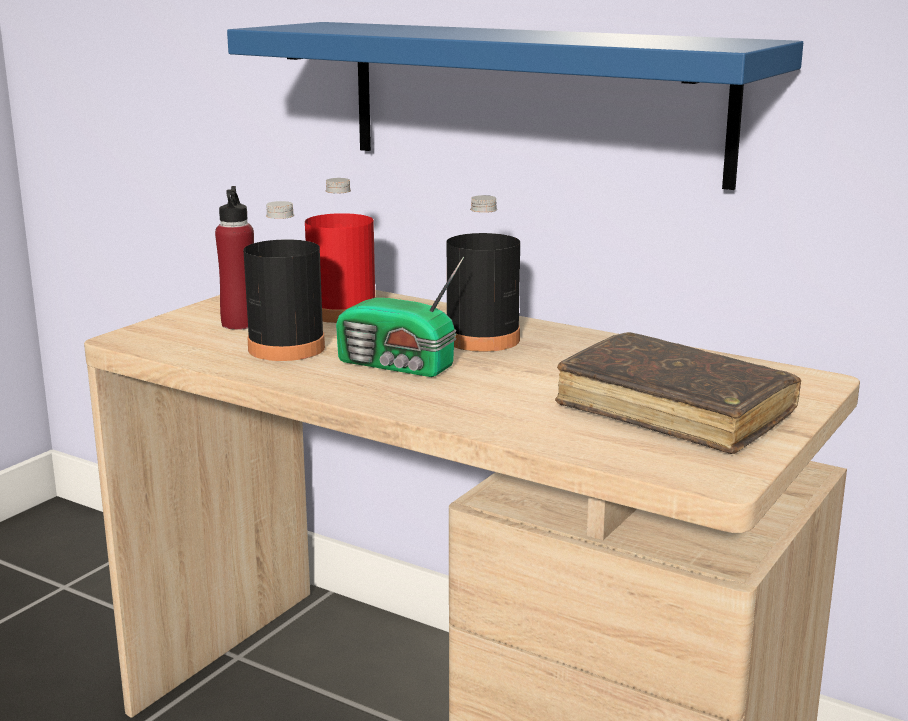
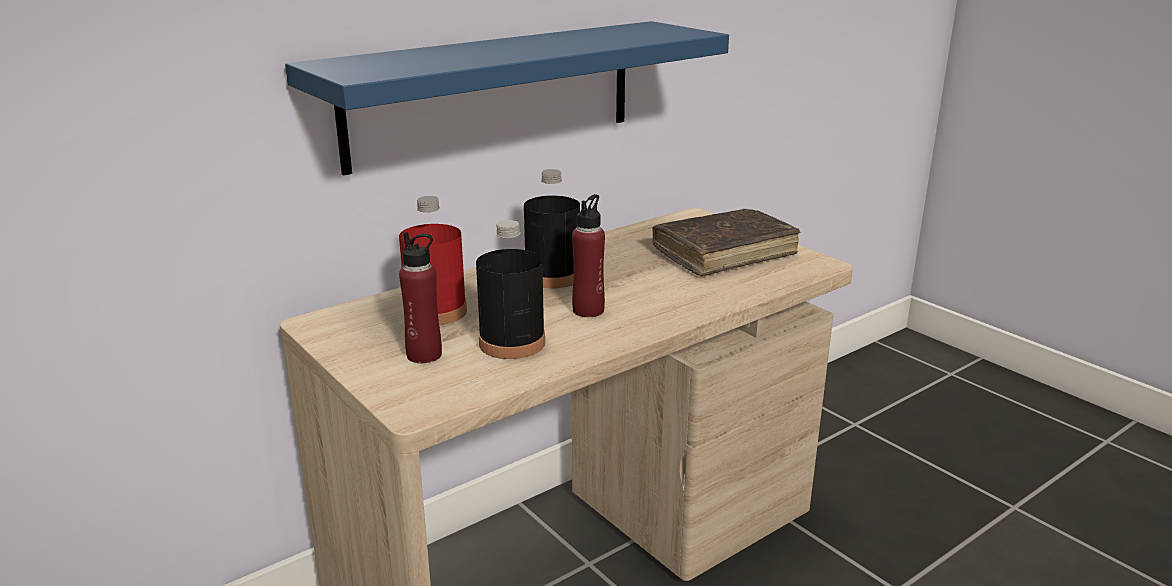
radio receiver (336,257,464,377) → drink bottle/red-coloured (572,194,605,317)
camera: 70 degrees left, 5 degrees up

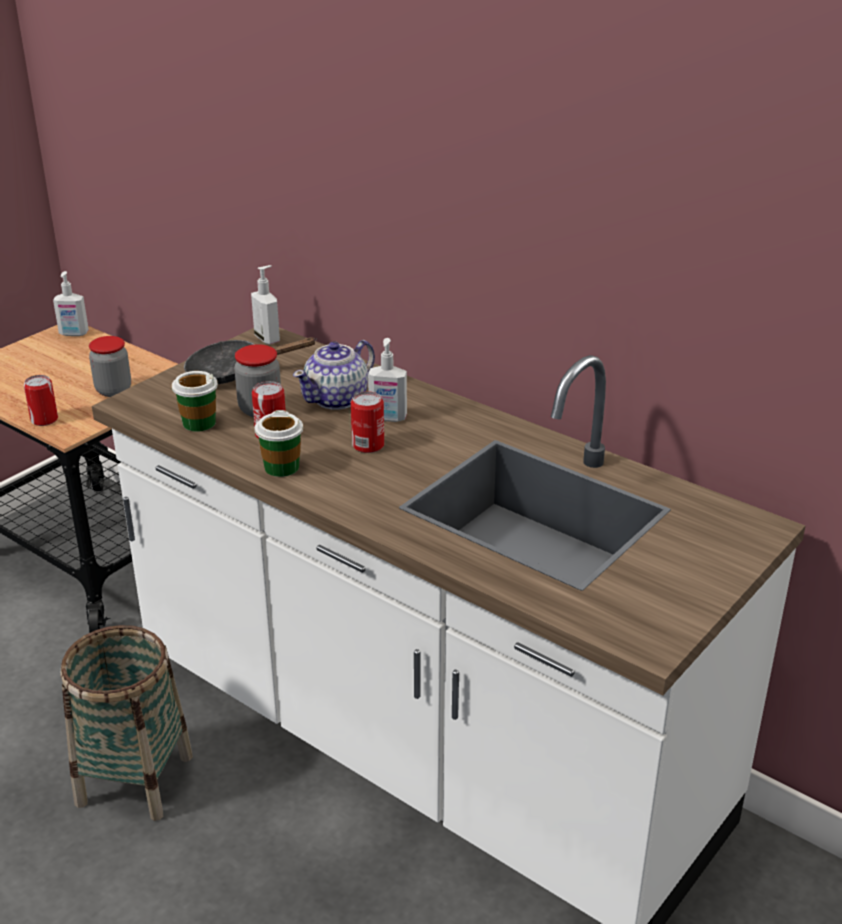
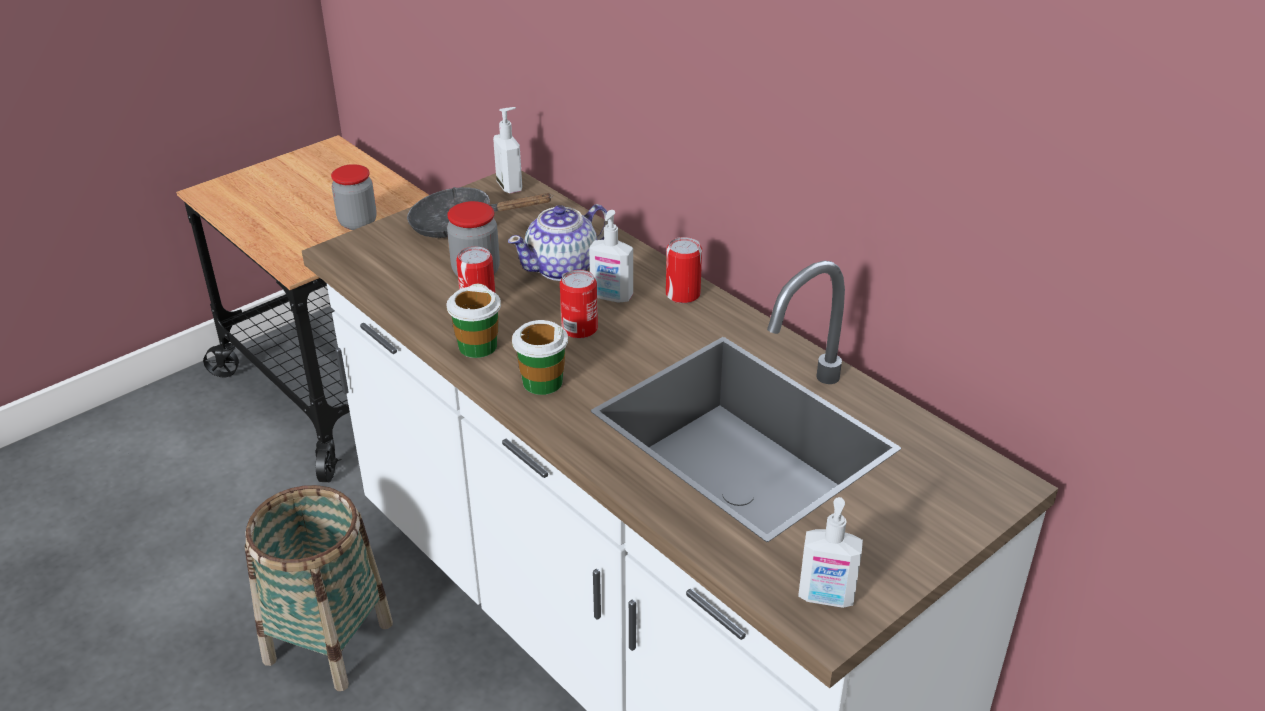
liquid soap bottle (53,271,89,336) → liquid soap bottle (798,497,863,608), moved
small cup (171,371,218,432) → small cup (512,320,568,395), moved
metal can (24,375,58,426) → metal can (666,237,702,304), moved
camera: 10 degrees right, 5 degrees up

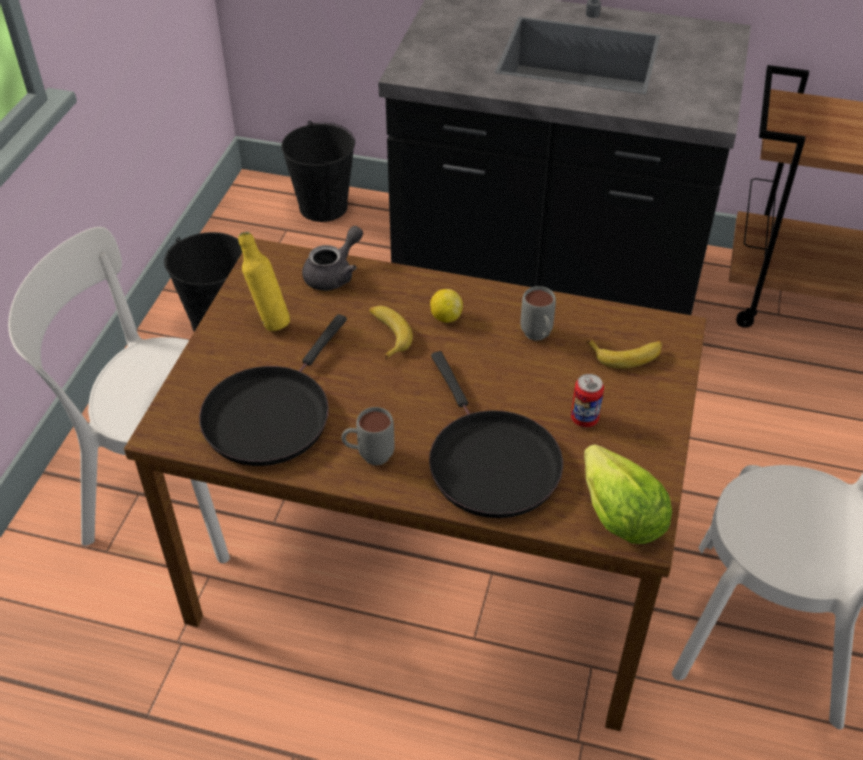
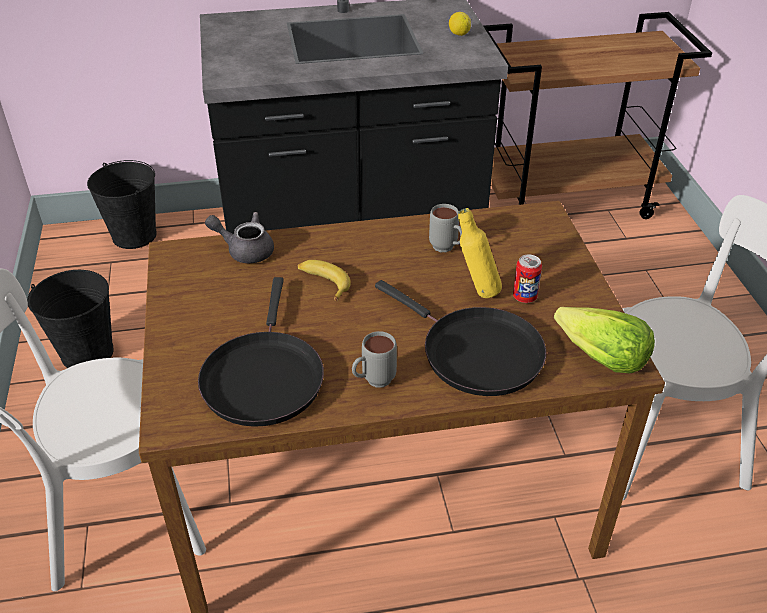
pot for tea/greyish (302,226,363,291) → pot for tea/greyish (205,212,274,263), 90 degrees counterclockwise
drink bottle/yellow-coloured (238,232,290,331) → drink bottle/yellow-coloured (458,208,502,298), moved
citrus fruit (430,289,463,323) → citrus fruit (449,12,471,36), moved
banana fruit (586,340,663,369) → -
camera: 25 degrees left, 5 degrees down

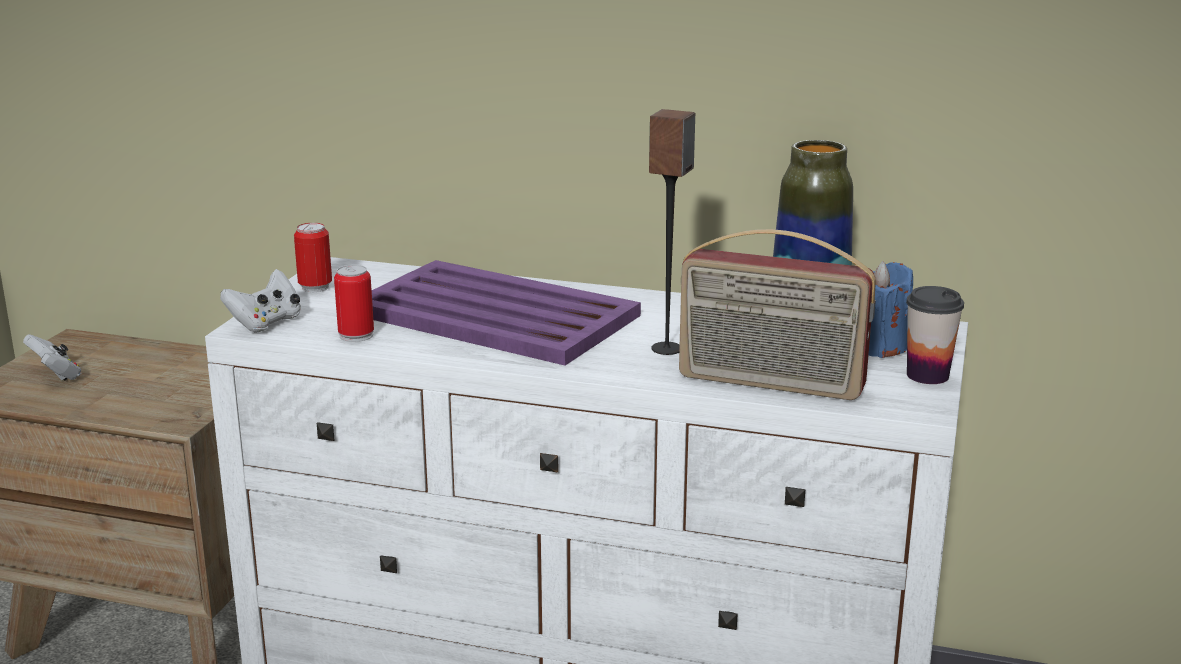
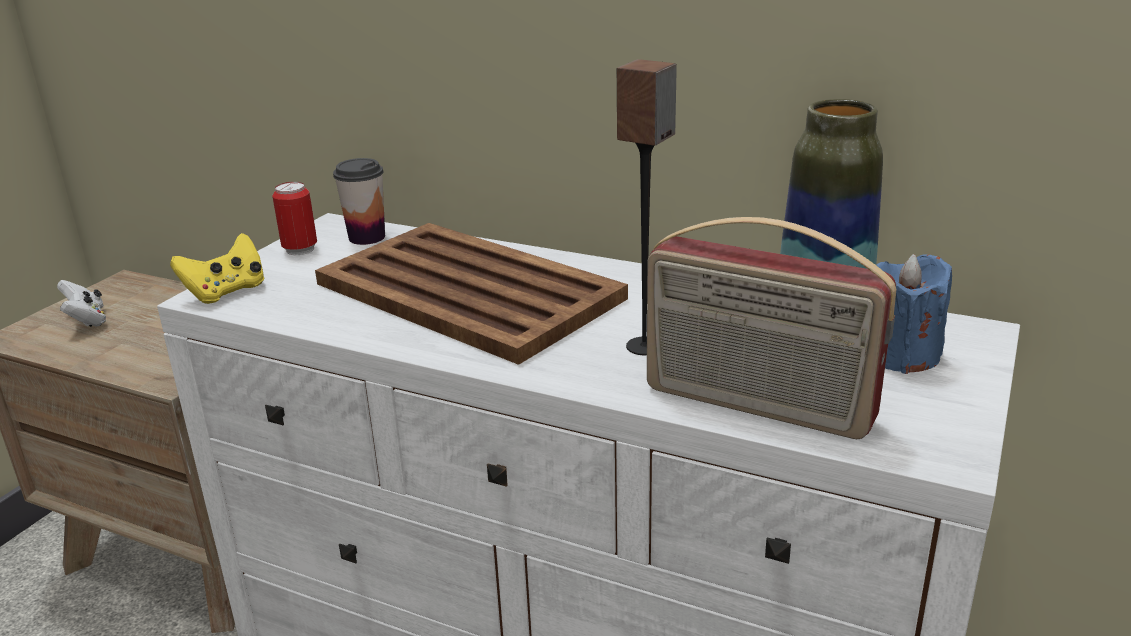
serving tray/purple-coloured (372,260,641,365) → serving tray/brown-coloured (315,223,628,365)
metal can (334,265,374,342) → -
gamepad/whitish (220,269,301,333) → gamepad/yellow-coloured (170,233,265,304)
small cup (906,286,964,384) → small cup (333,158,385,245), moved
camera: 10 degrees right, 5 degrees up

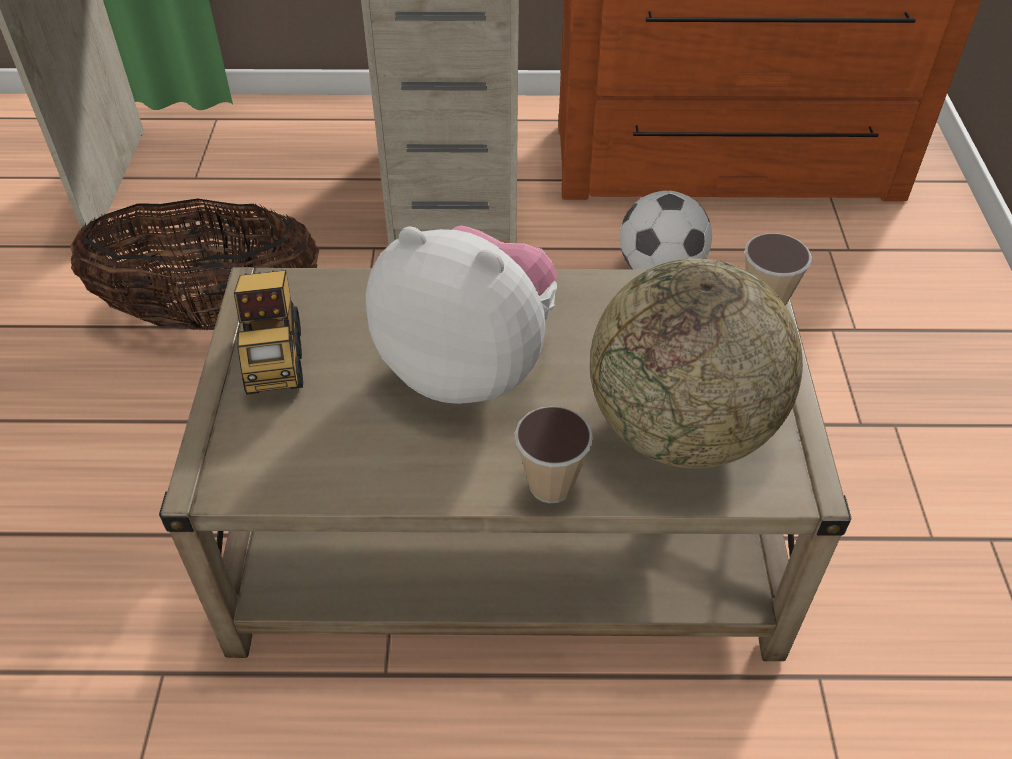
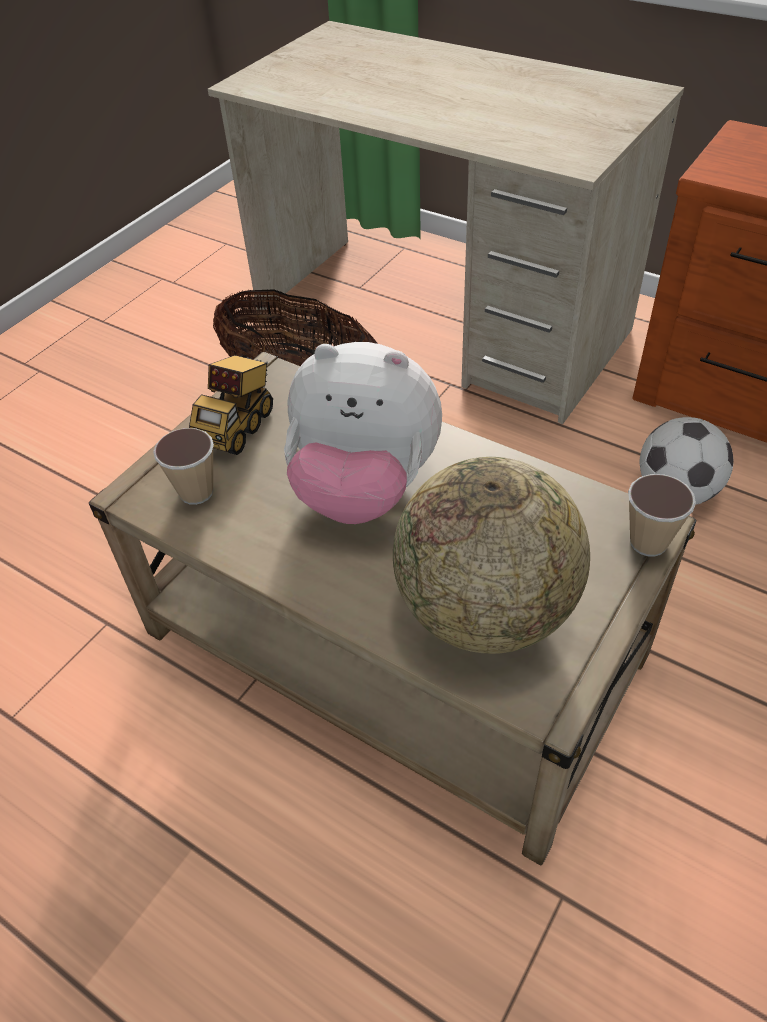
cuddly toy (366,225,558,404) → cuddly toy (284,342,442,524), 135 degrees clockwise
small cup (515,406,593,503) → small cup (153,428,214,505), moved
camera: 35 degrees right, 0 degrees up

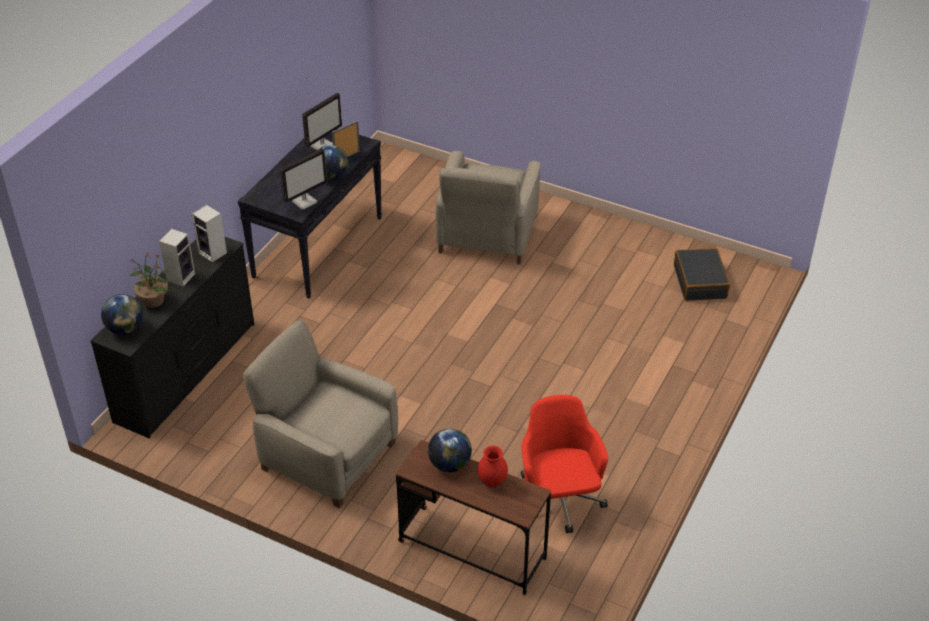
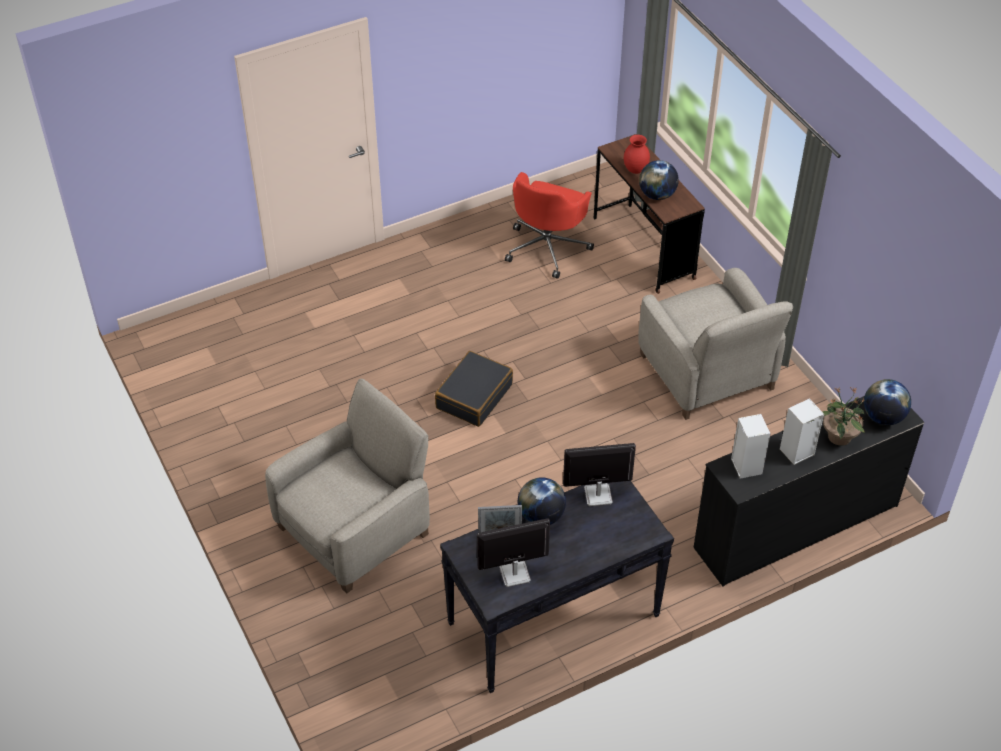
suitcase/black (674,248,730,301) → suitcase/black (435,351,513,427), moved
camera: 145 degrees left, 5 degrees up

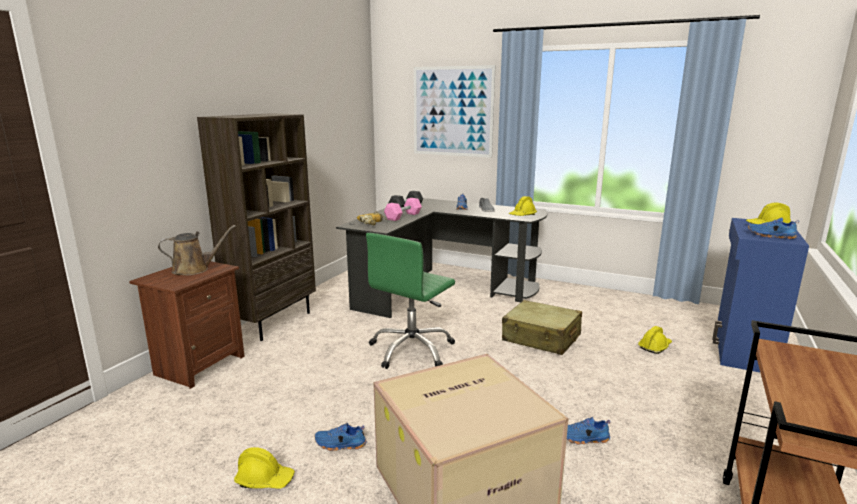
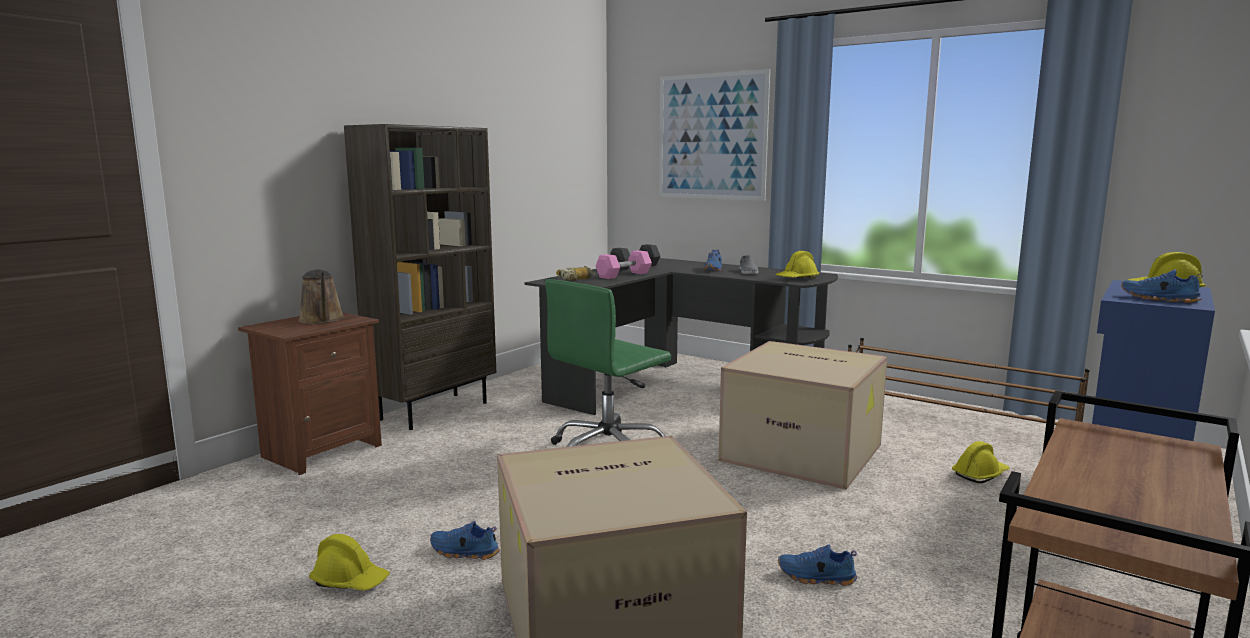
watering pot/brown-coloured (158,225,236,275) → watering pot/brown-coloured (298,270,345,324), 75 degrees clockwise
suitcase/beige-coloured (502,300,582,355) → carton (718,341,887,490)
- → shoe rack/brown-coloured (848,338,1090,425)
camera: 10 degrees right, 5 degrees down

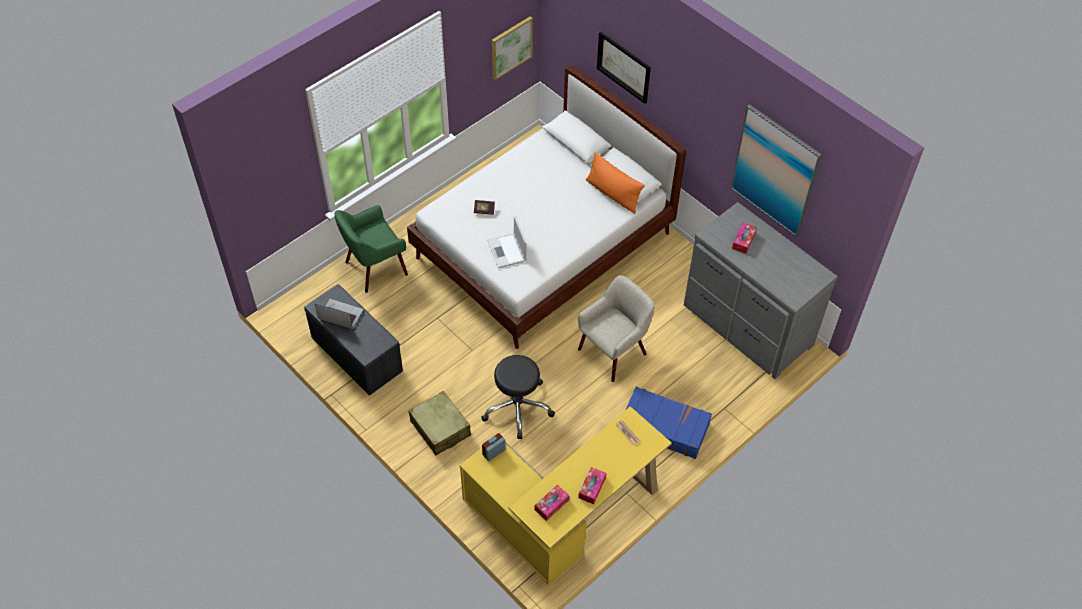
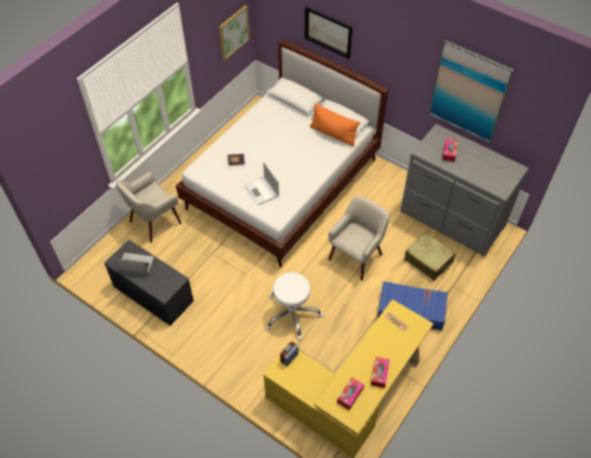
armchair/green-coloured (335,205,408,293) → armchair/beige-coloured (116,171,182,243)
sitting stool/black (481,355,555,439) → sitting stool/whitish (266,272,323,340)
suitcase/beige-coloured (409,391,471,455) → suitcase/beige-coloured (405,232,456,280), moved
camera: 10 degrees left, 0 degrees up

